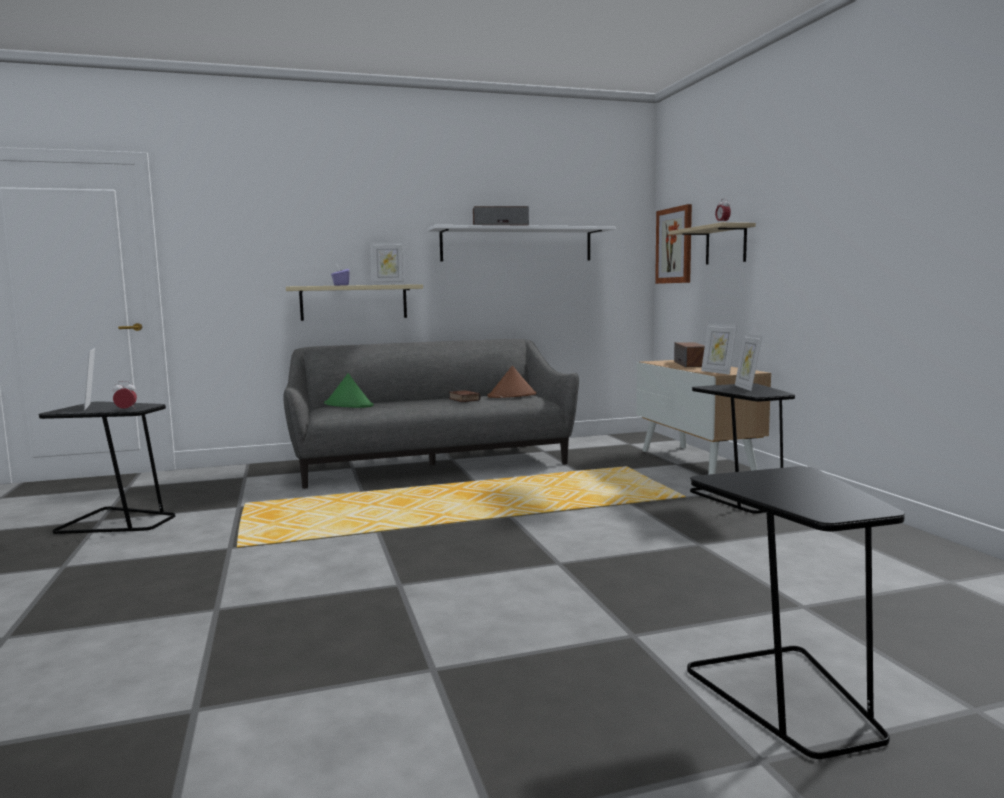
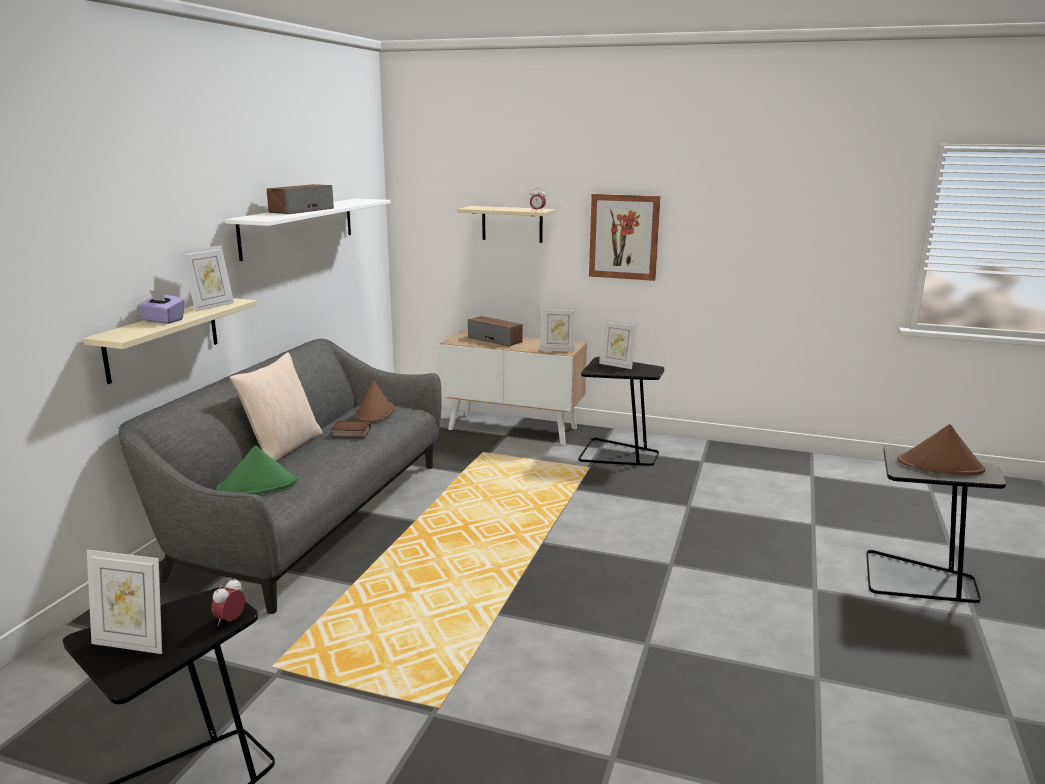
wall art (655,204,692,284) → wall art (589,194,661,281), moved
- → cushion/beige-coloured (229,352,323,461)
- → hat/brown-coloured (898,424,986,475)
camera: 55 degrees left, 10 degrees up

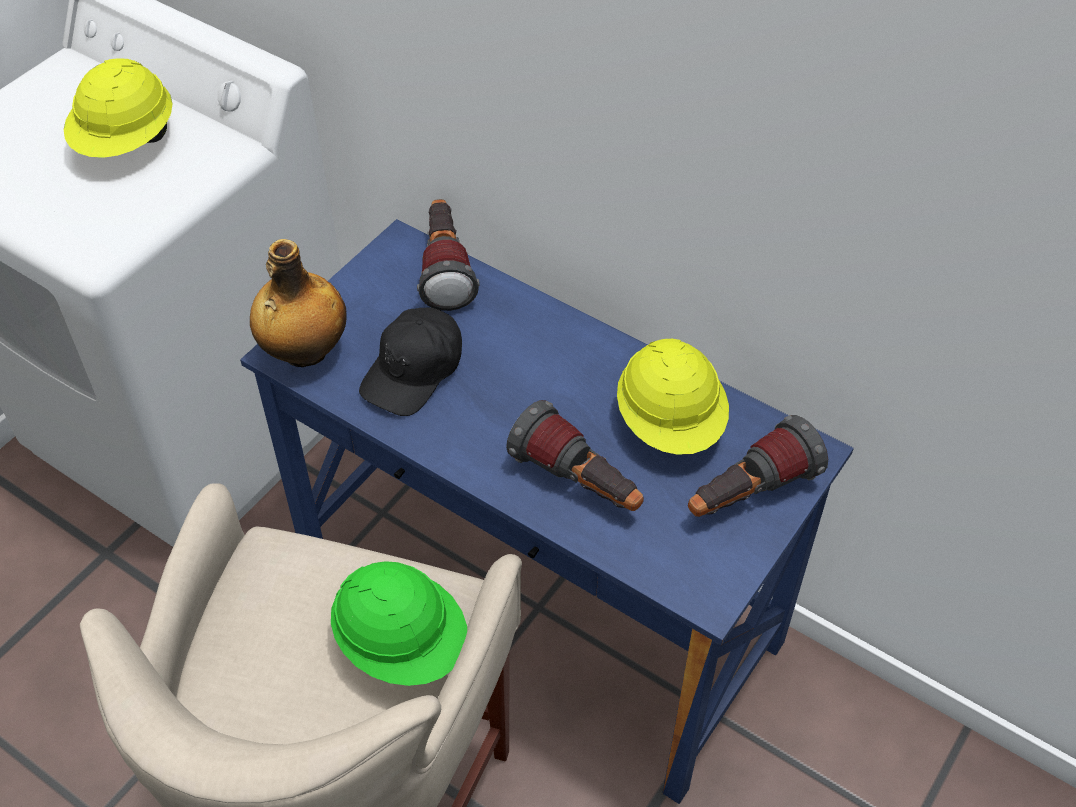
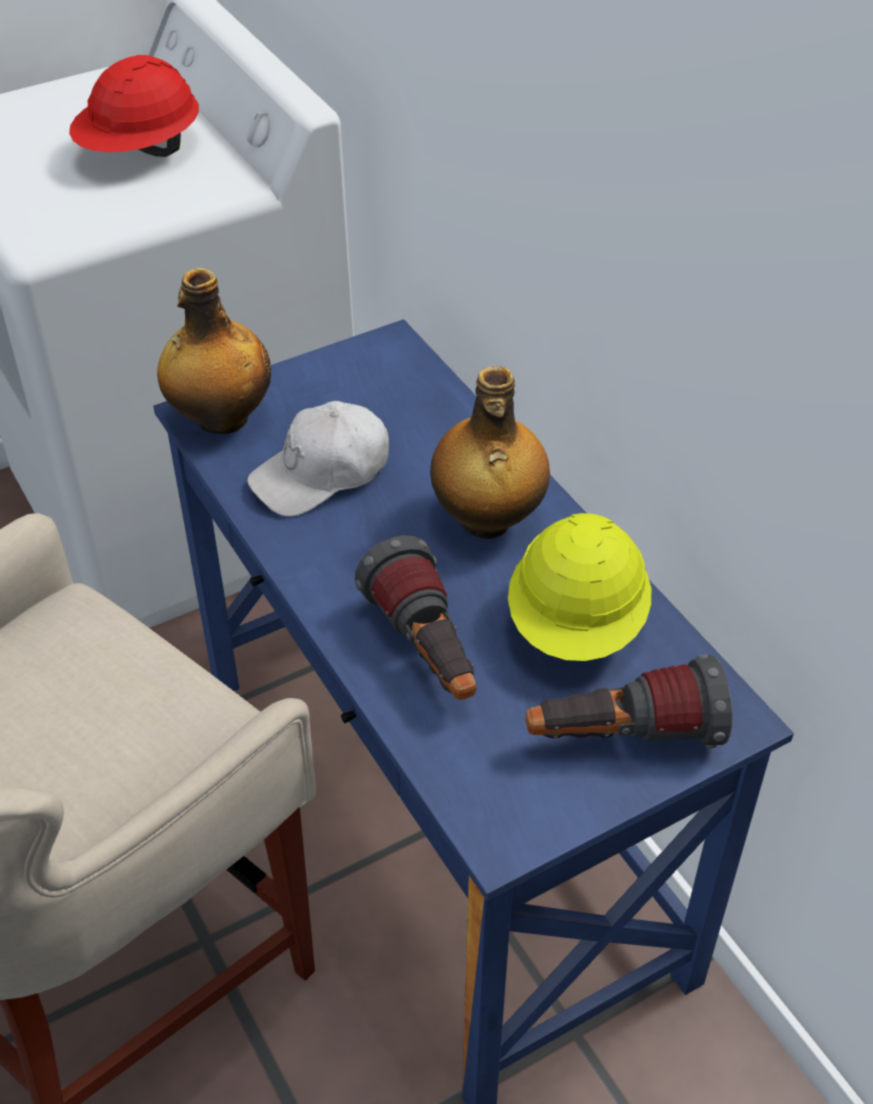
hard hat/yellow-coloured (63,58,173,158) → hard hat/red-coloured (69,55,199,157)
flashlight (417,199,480,311) → -
cap/black (359,307,462,416) → cap/whitish (247,401,389,517)
hard hat/green-coloured (331,561,467,686) → -
- → drink bottle (430,366,550,539)
camera: 25 degrees right, 5 degrees down

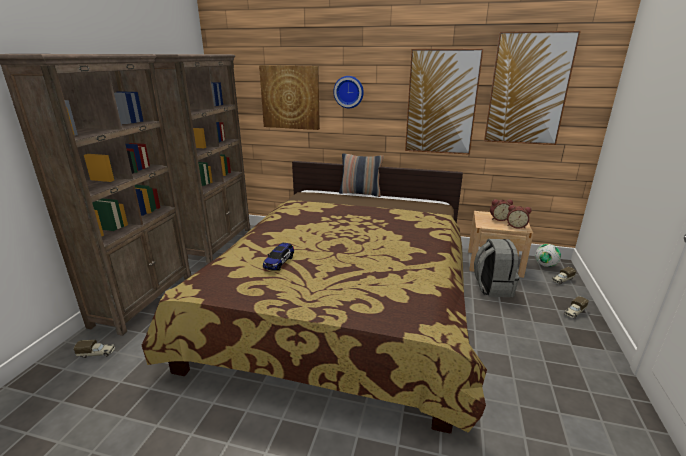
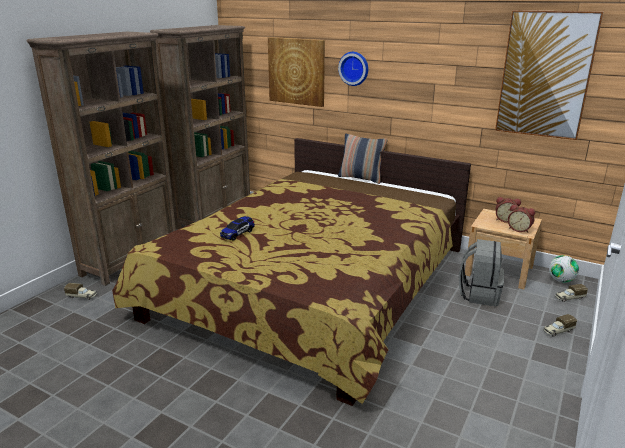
wall art (405,49,483,155) → -
camera: 15 degrees right, 0 degrees up

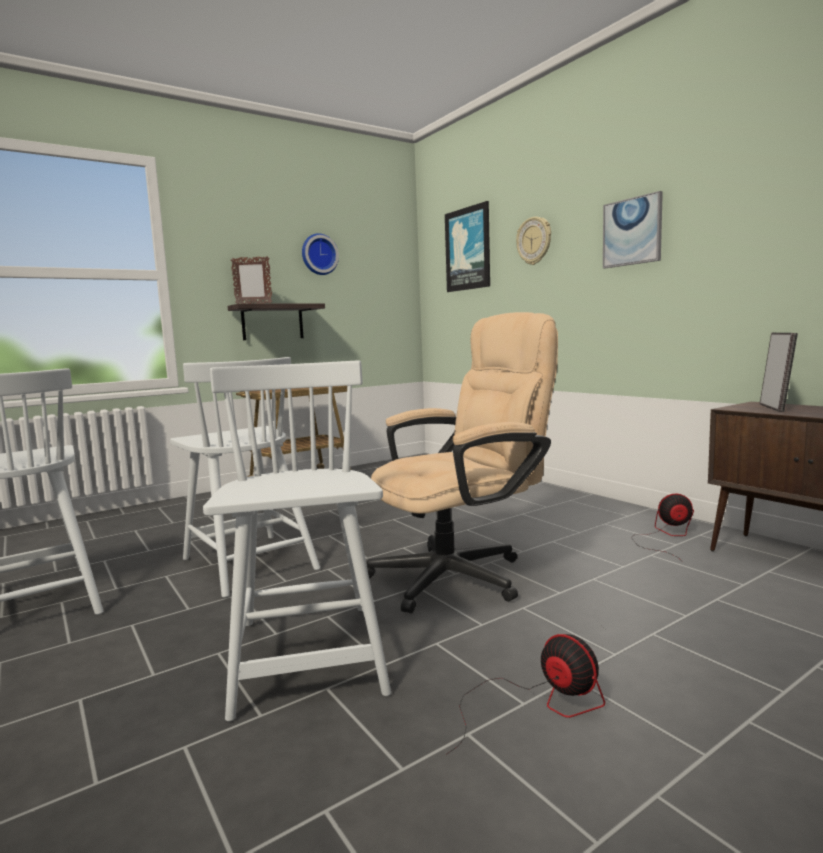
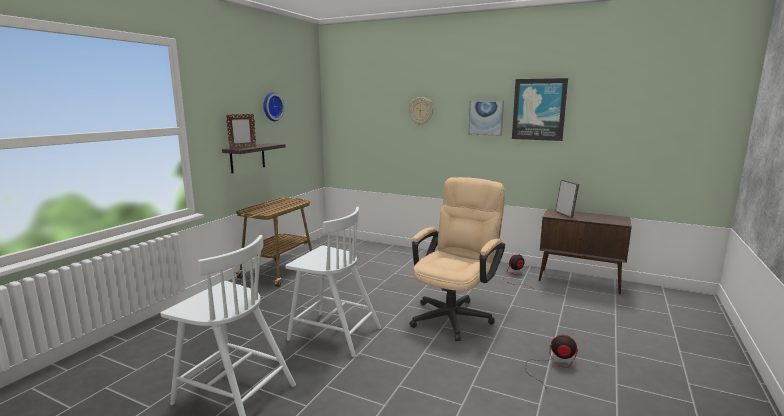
wall art (445,201,490,292) → wall art (512,78,568,141), moved
chair/whitish (203,361,391,721) → -
camera: 30 degrees left, 5 degrees up

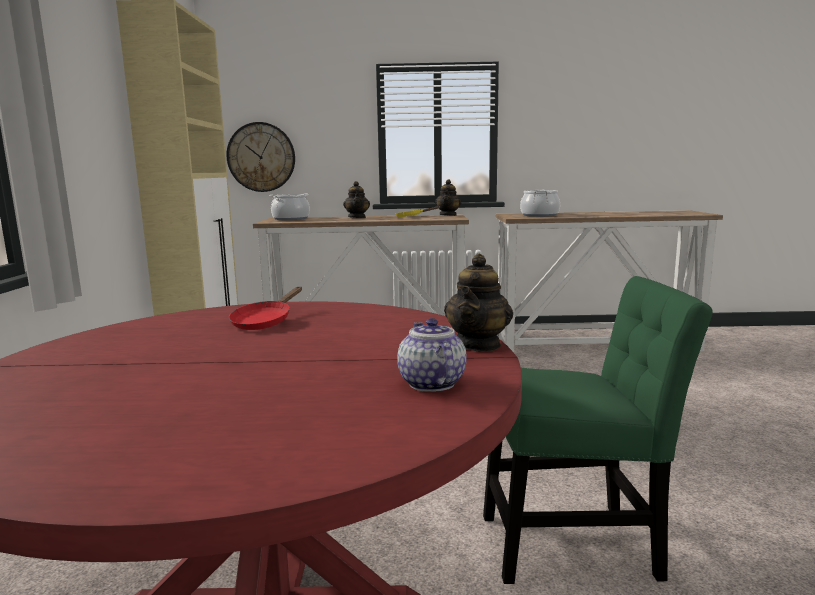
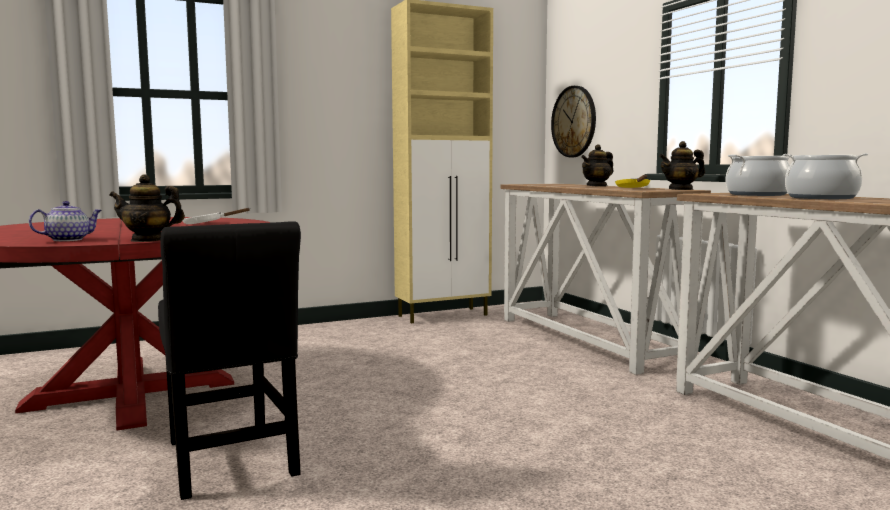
saucepot (269,193,310,220) → saucepot (783,153,868,199), moved
chair/green-coloured (483,276,713,584) → chair/black (158,222,301,500)
frying pan/red-coloured (229,287,302,330) → frying pan/whitish (183,208,251,224)
camera: 65 degrees right, 5 degrees down

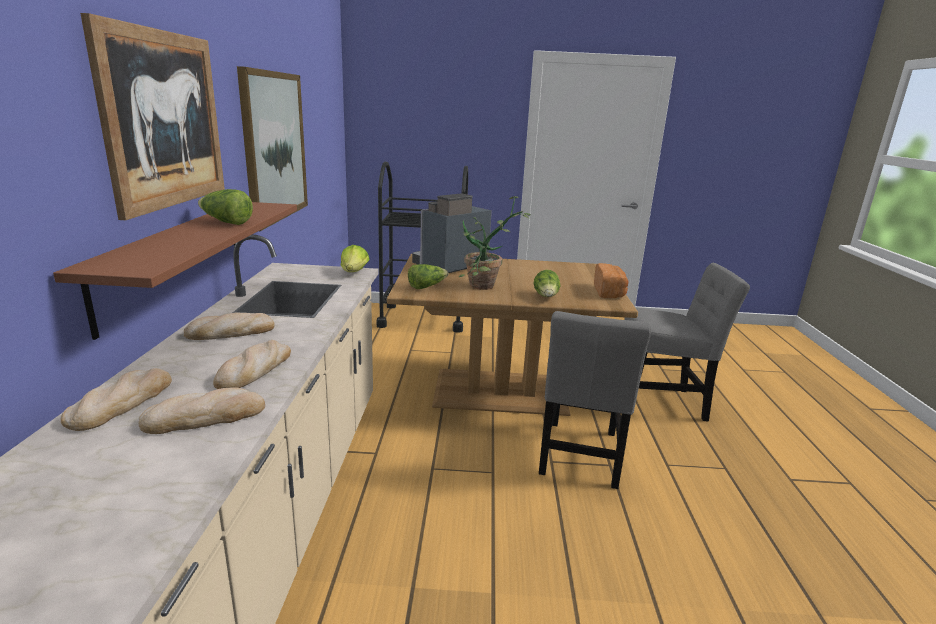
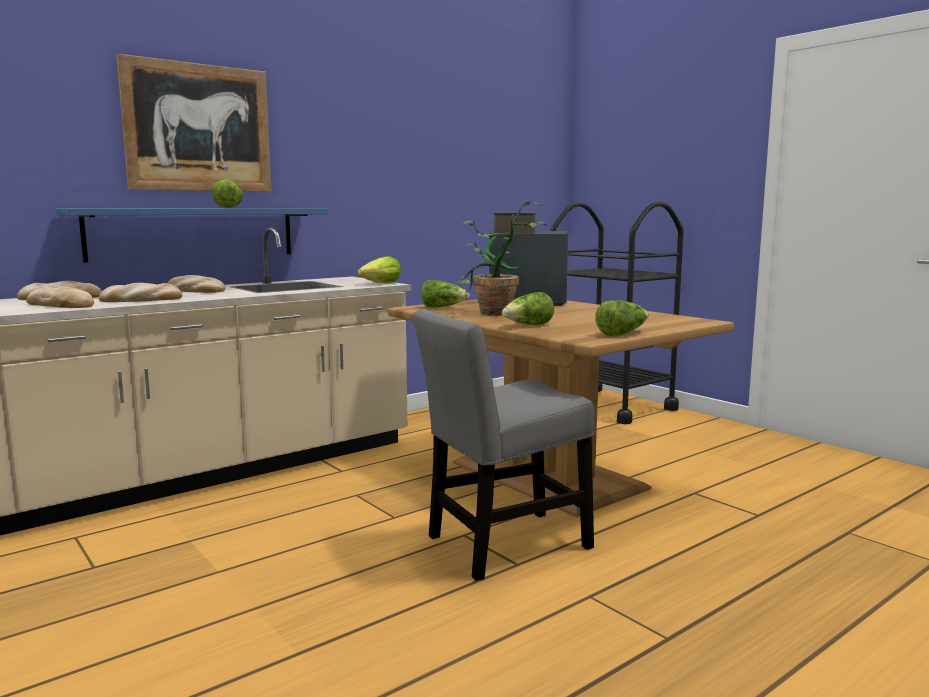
wall art (237,66,308,231) → -
shelf/brown-coloured (53,202,297,340) → shelf/blue-coloured (55,208,328,263)
bakery bread (594,263,629,298) → lettuce (595,300,648,336)
chair/greyish (624,263,750,421) → -
camera: 50 degrees right, 10 degrees down

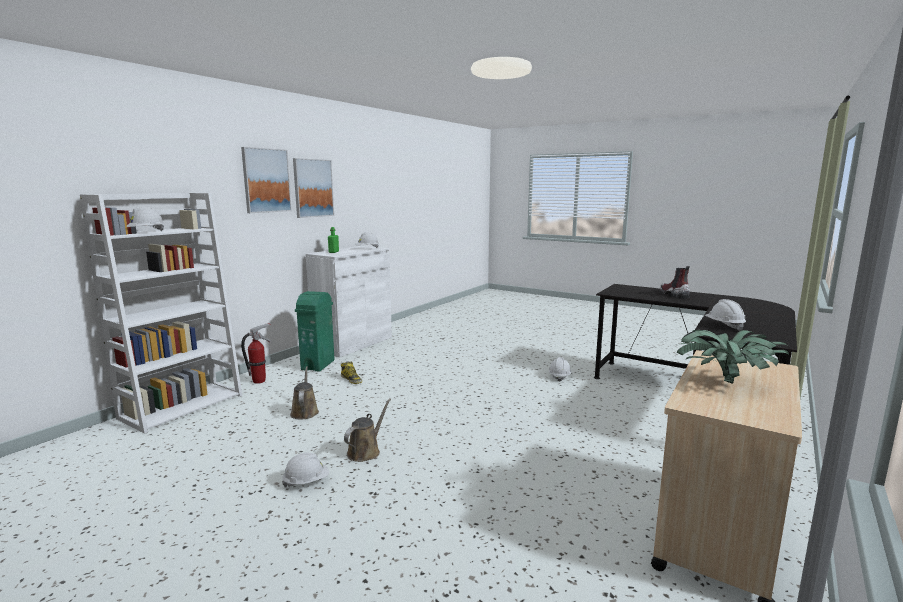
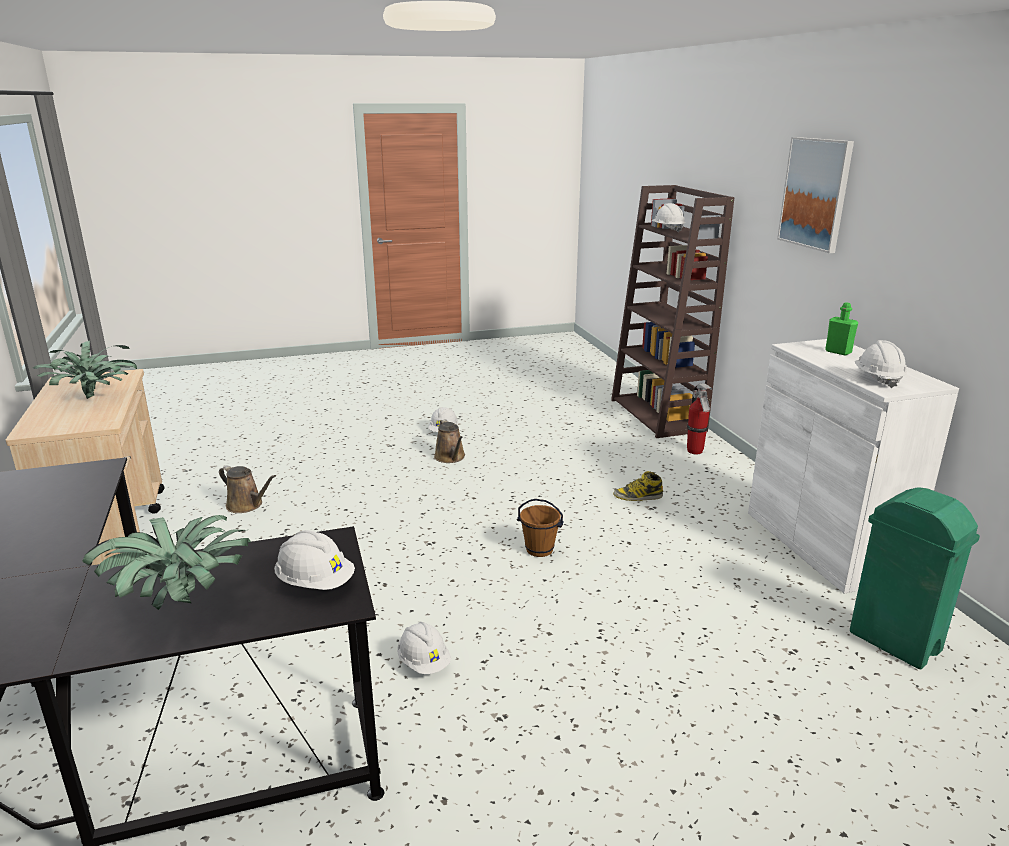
wall art (293,158,334,218) → -
bookshelf/whitish (80,193,243,434) → bookshelf/brown-coloured (611,185,735,438)
high-top boot (659,266,690,299) → houseplant (82,515,252,610)
trash can/green-coloured (295,291,334,372) → trash can/green-coloured (850,487,980,669), moved
hard hat/whitish (705,299,746,331) → hard hat/whitish (274,530,355,590), moved
watering pot/brown-coloured (290,366,319,420) → watering pot/brown-coloured (219,466,276,513), moved
- → pail/brown-coloured (517,499,564,557)
camera: 130 degrees right, 10 degrees up

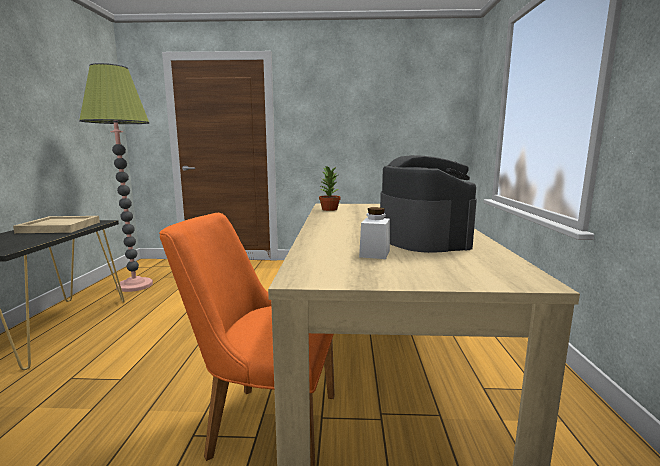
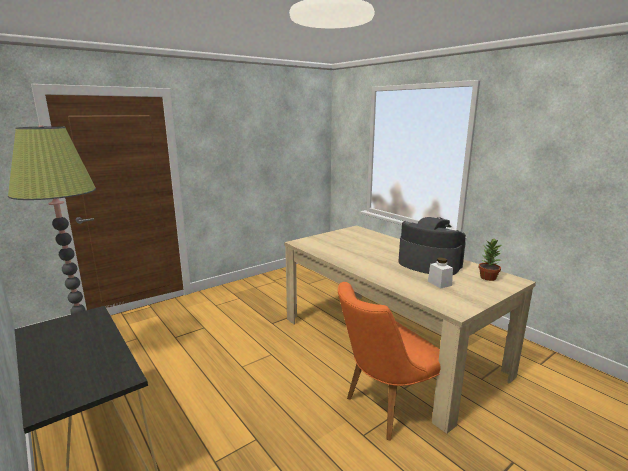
houseplant (319,166,341,211) → houseplant (479,238,502,281), moved
serving tray/beige-coloured (13,216,100,233) → -
camera: 40 degrees left, 5 degrees up

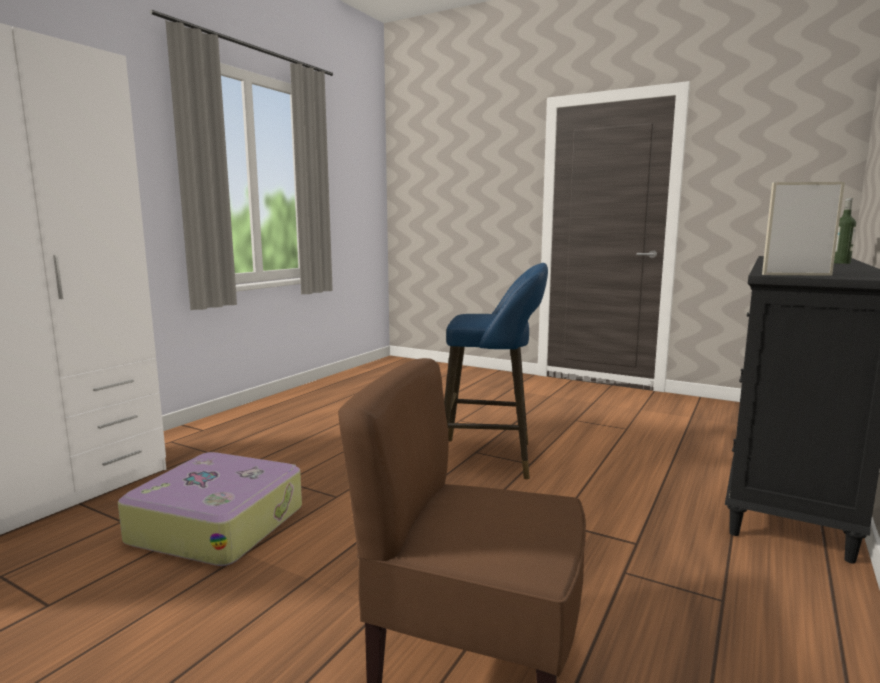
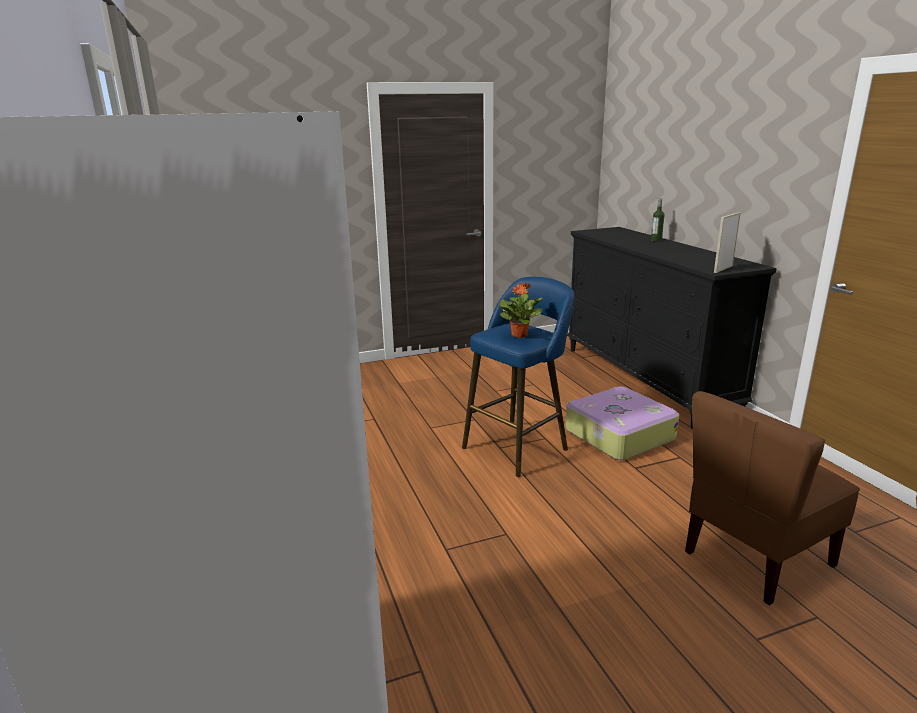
suitcase (118,452,302,566) → suitcase (565,387,679,460), moved
- → houseplant (500,283,543,338)
camera: 50 degrees left, 10 degrees up

